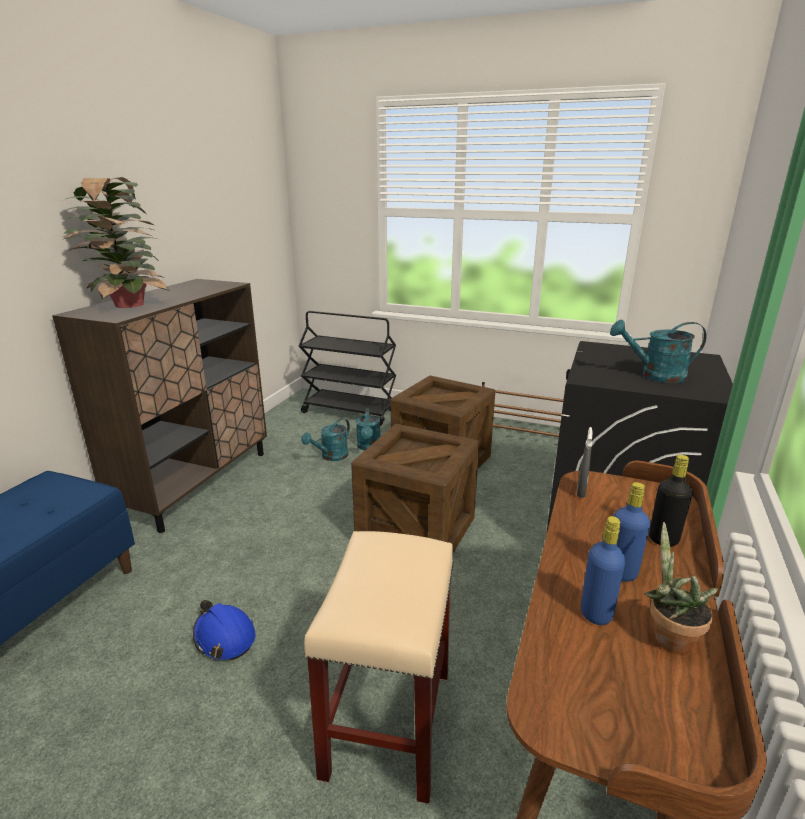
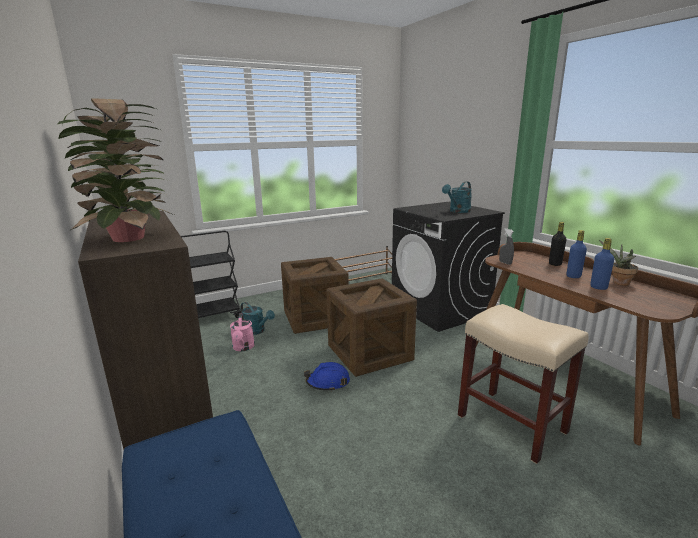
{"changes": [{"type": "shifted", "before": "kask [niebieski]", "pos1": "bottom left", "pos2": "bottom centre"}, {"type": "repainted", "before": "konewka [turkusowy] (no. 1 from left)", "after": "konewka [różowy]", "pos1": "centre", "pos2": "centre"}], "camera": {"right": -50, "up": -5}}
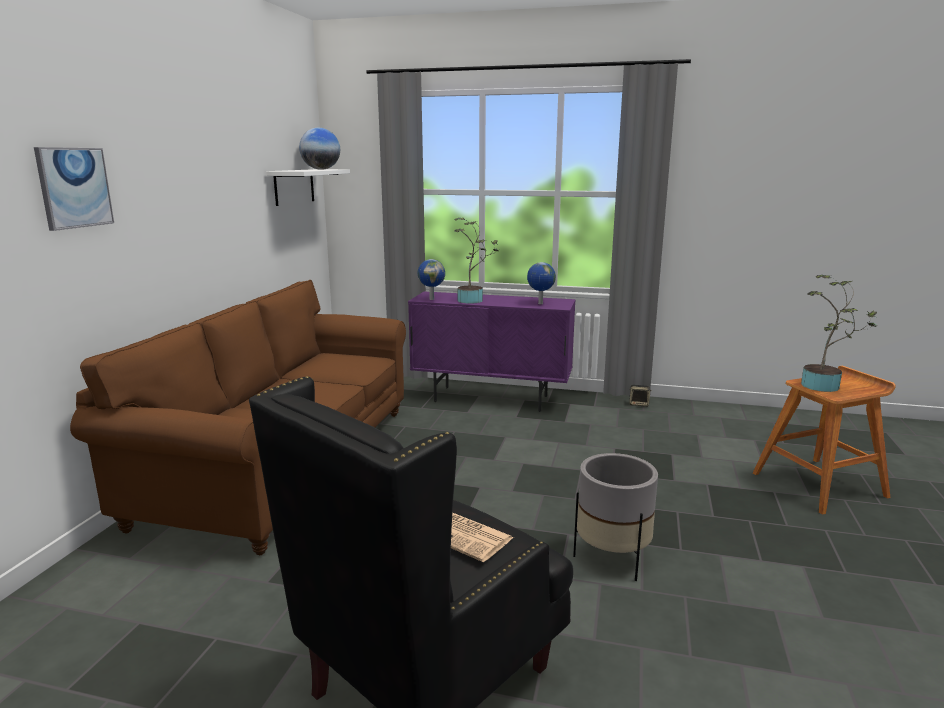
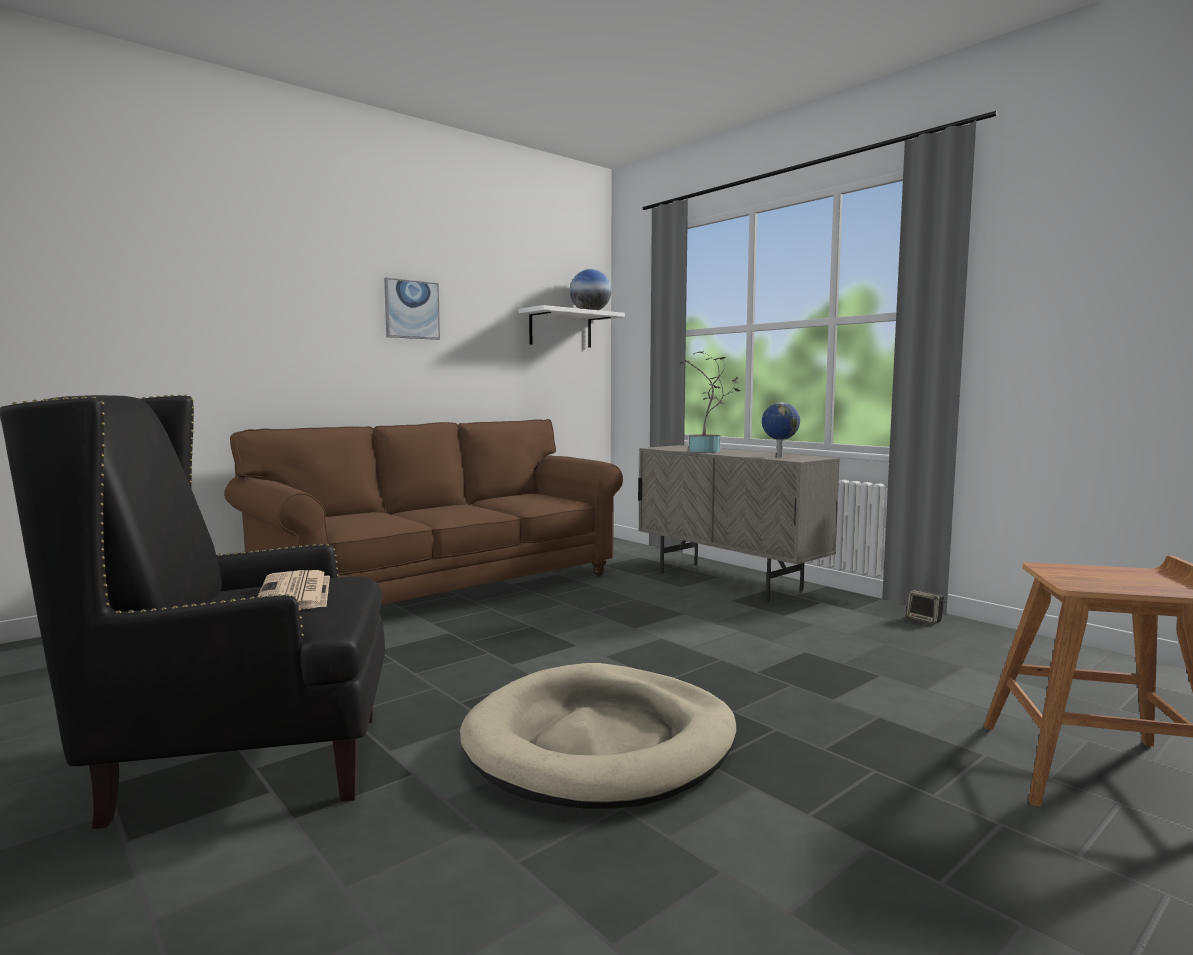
{"changes": [{"type": "gone", "before": "globus (no. 2 from left)", "pos1": "centre"}, {"type": "gone", "before": "roślina doniczkowa (no. 2 from left)", "pos1": "middle right"}, {"type": "shifted", "before": "obraz", "pos1": "top left", "pos2": "top centre"}, {"type": "swapped", "before": "donica [szary]", "after": "legowisko [beżowy]", "pos1": "bottom centre", "pos2": "bottom centre"}, {"type": "repainted", "before": "szafka [fioletowy]", "after": "szafka [beżowy]", "pos1": "centre", "pos2": "centre"}], "camera": {"right": 35, "up": -10}}
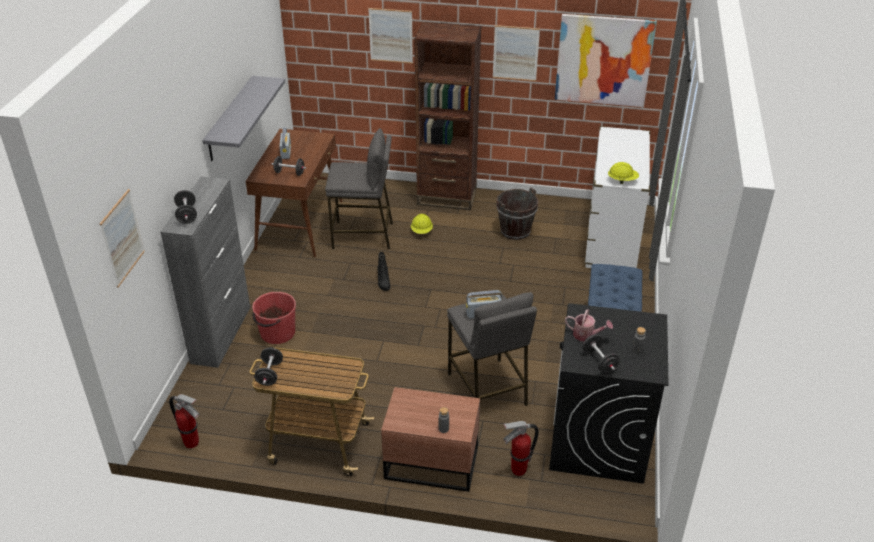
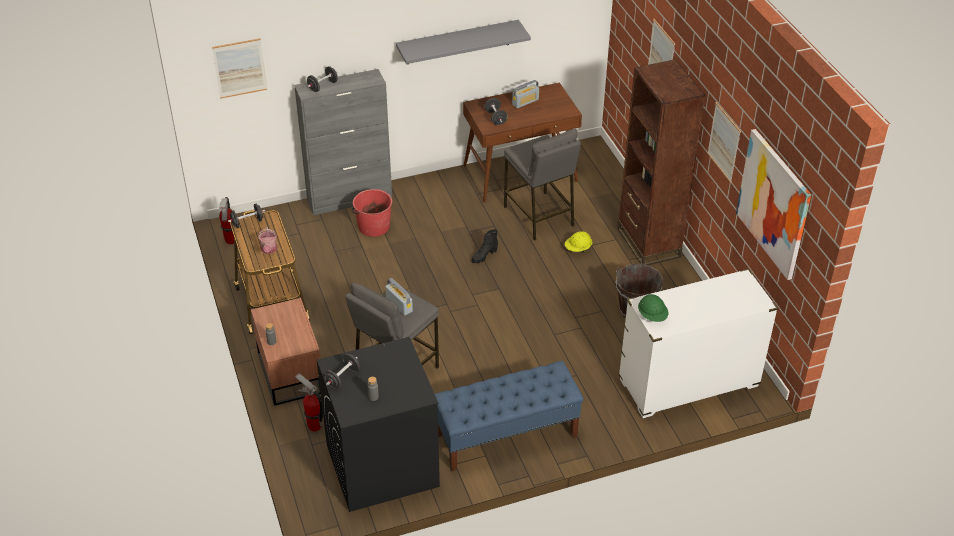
{"changes": [{"type": "shifted", "before": "konewka", "pos1": "middle right", "pos2": "middle left"}, {"type": "repainted", "before": "kask [żółty] (no. 2 from left)", "after": "kask [zielony]", "pos1": "top right", "pos2": "middle right"}], "camera": {"right": 60, "up": 5}}
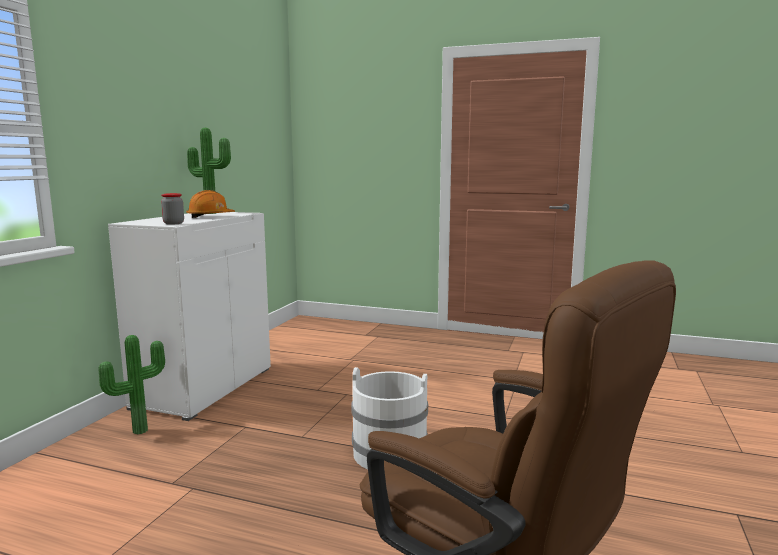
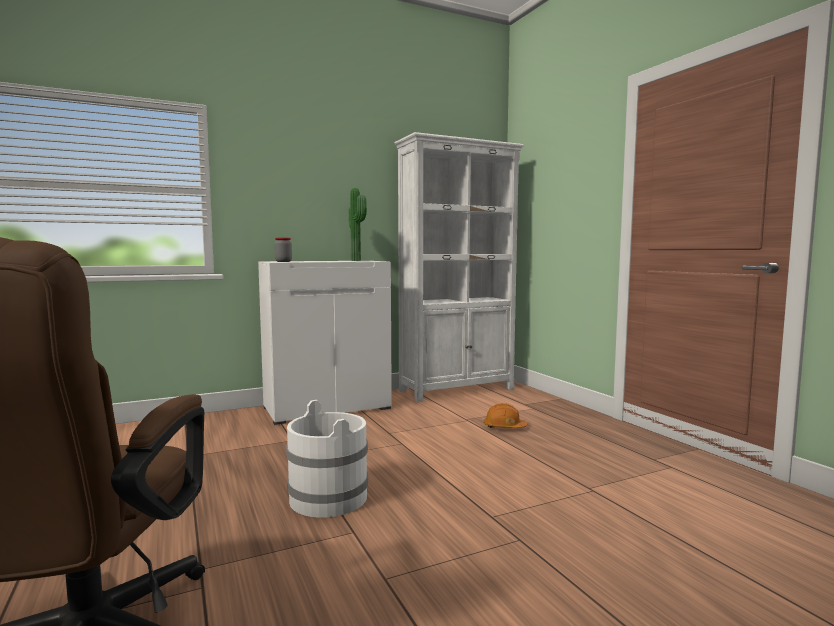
{"changes": [{"type": "gone", "before": "roślina doniczkowa (no. 1 from left)", "pos1": "bottom left"}, {"type": "new", "after": "regał [biały]", "pos2": "centre"}, {"type": "shifted", "before": "kask [pomarańczowy]", "pos1": "middle left", "pos2": "centre"}], "camera": {"right": 45, "up": -5}}
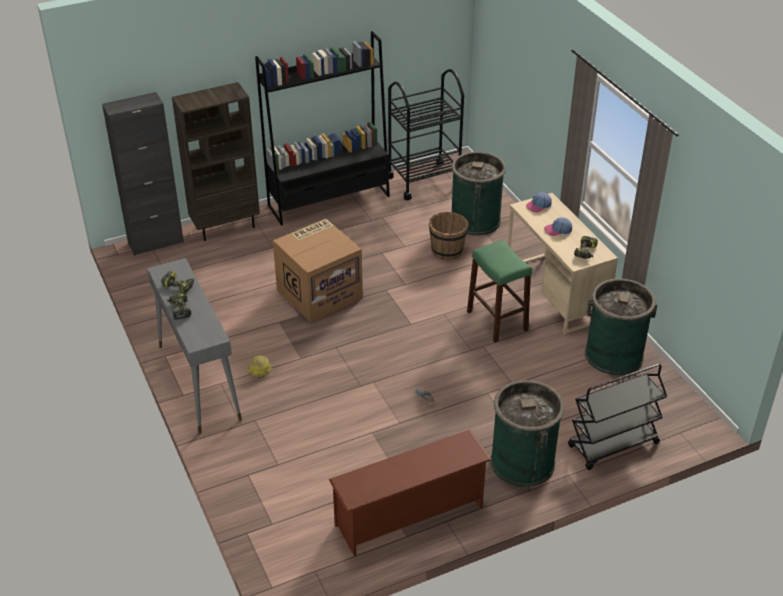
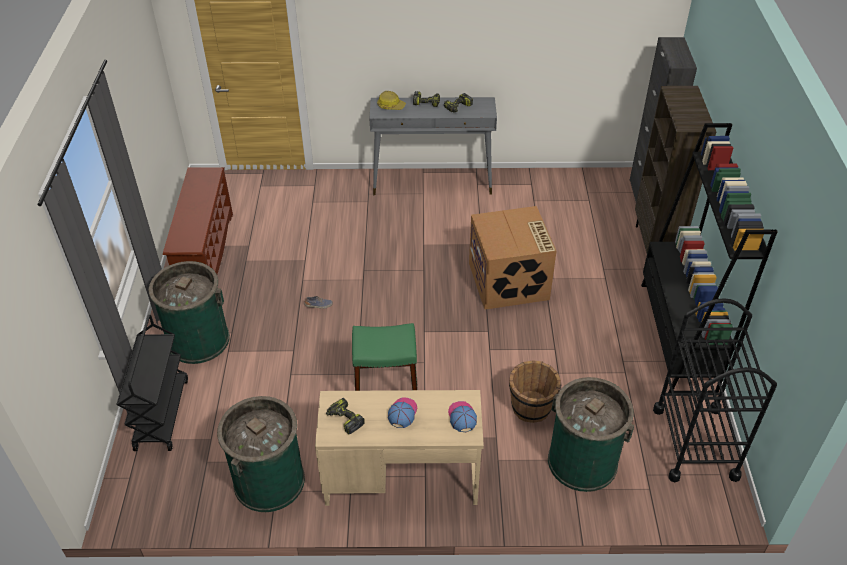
{"changes": [{"type": "shifted", "before": "kask", "pos1": "middle left", "pos2": "top centre"}], "camera": {"right": 115, "up": 5}}
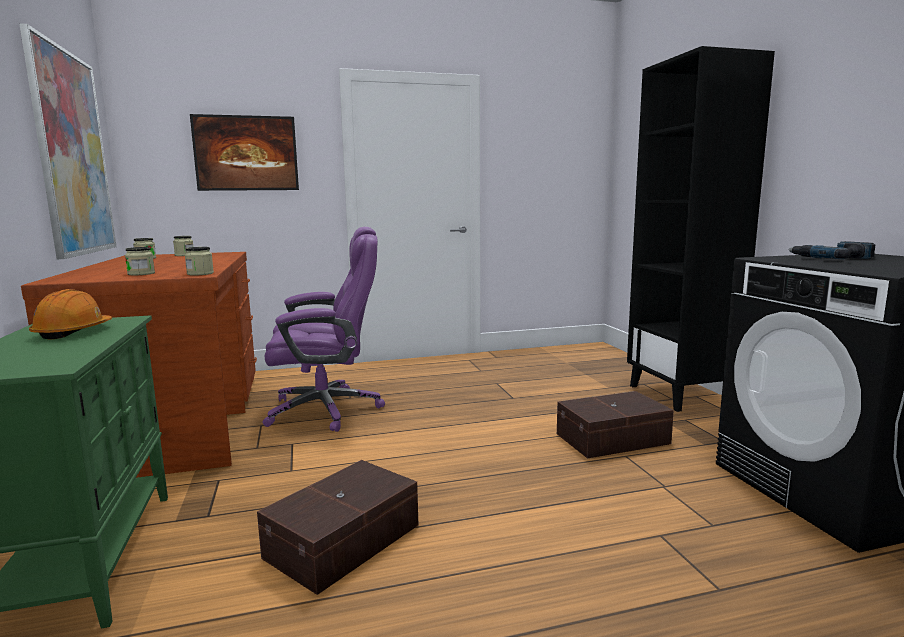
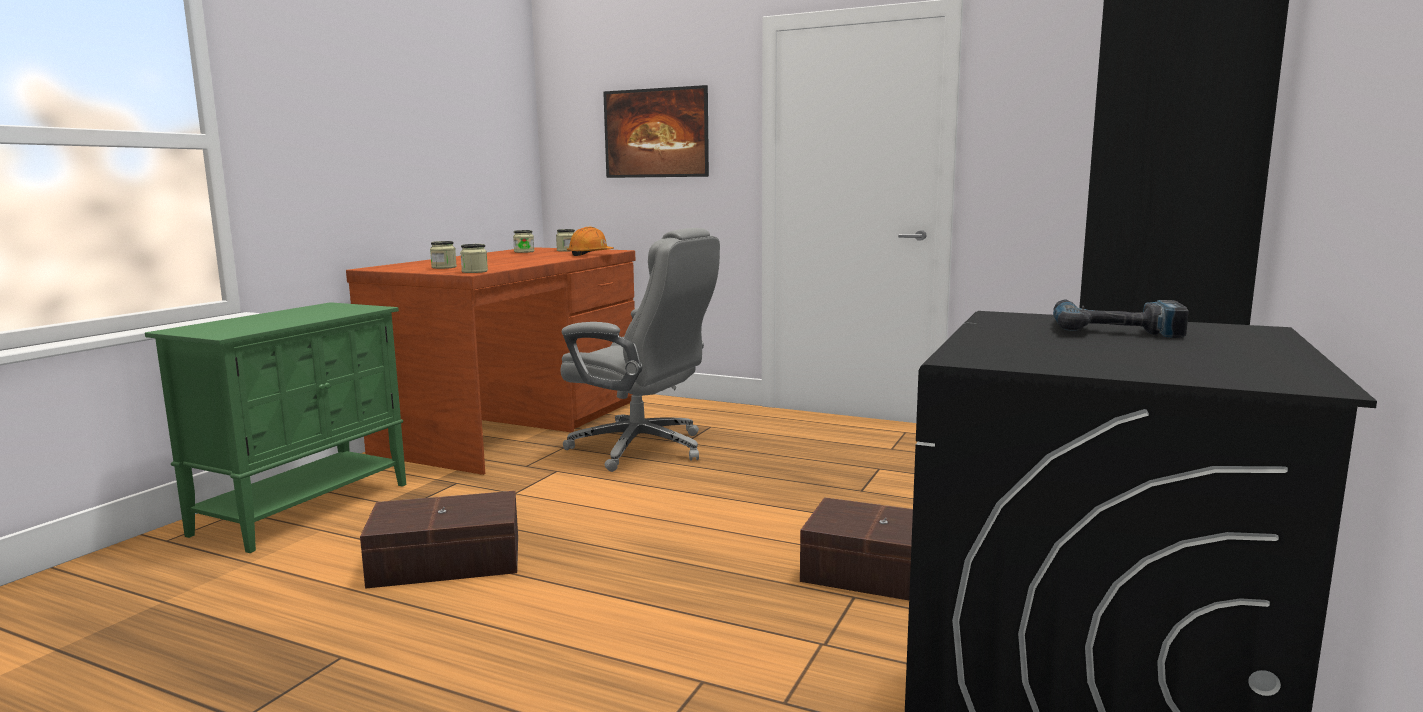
{"changes": [{"type": "gone", "before": "obraz (no. 1 from left)", "pos1": "top left"}, {"type": "shifted", "before": "kask [pomarańczowy]", "pos1": "middle left", "pos2": "centre"}, {"type": "repainted", "before": "krzesło biurowe [fioletowy]", "after": "krzesło biurowe [szary]", "pos1": "centre", "pos2": "centre"}], "camera": {"right": 40, "up": 0}}
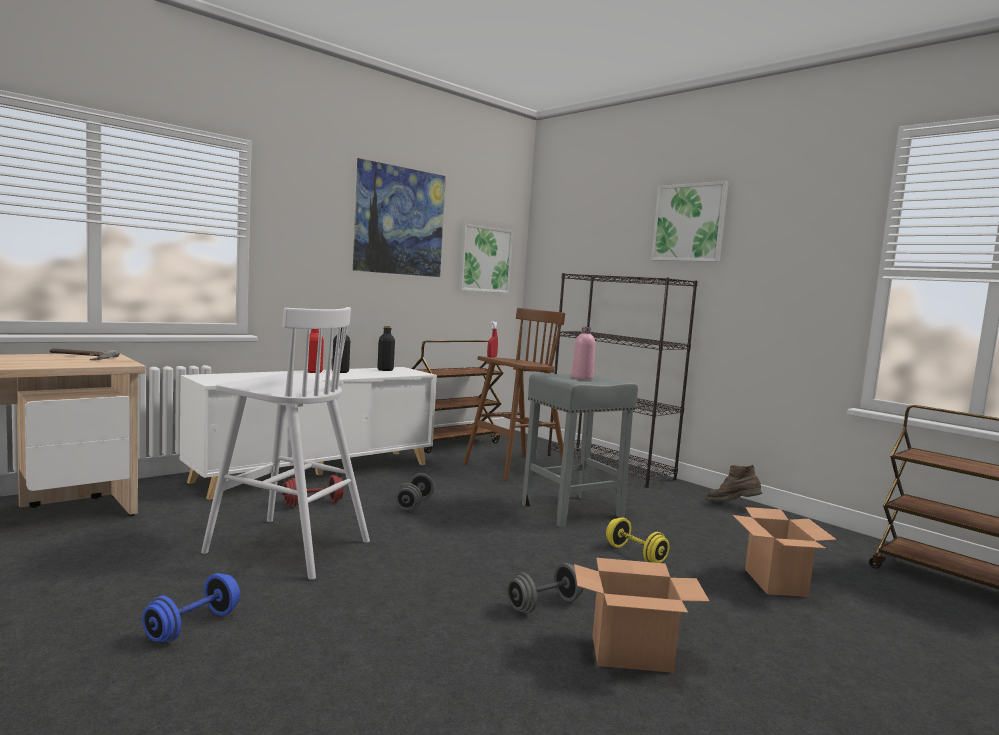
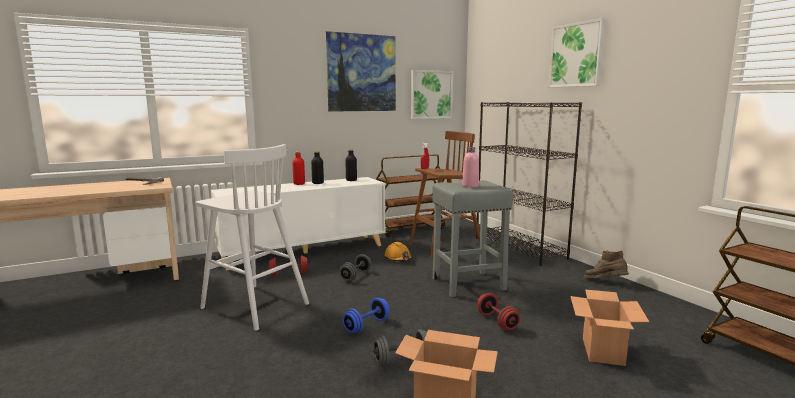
{"changes": [{"type": "new", "after": "kask [pomarańczowy]", "pos2": "centre"}, {"type": "shifted", "before": "hantel [niebieski]", "pos1": "bottom left", "pos2": "bottom centre"}, {"type": "repainted", "before": "hantel [żółty]", "after": "hantel [czerwony] (no. 2 from left)", "pos1": "bottom centre", "pos2": "bottom centre"}], "camera": {"right": 15, "up": 5}}
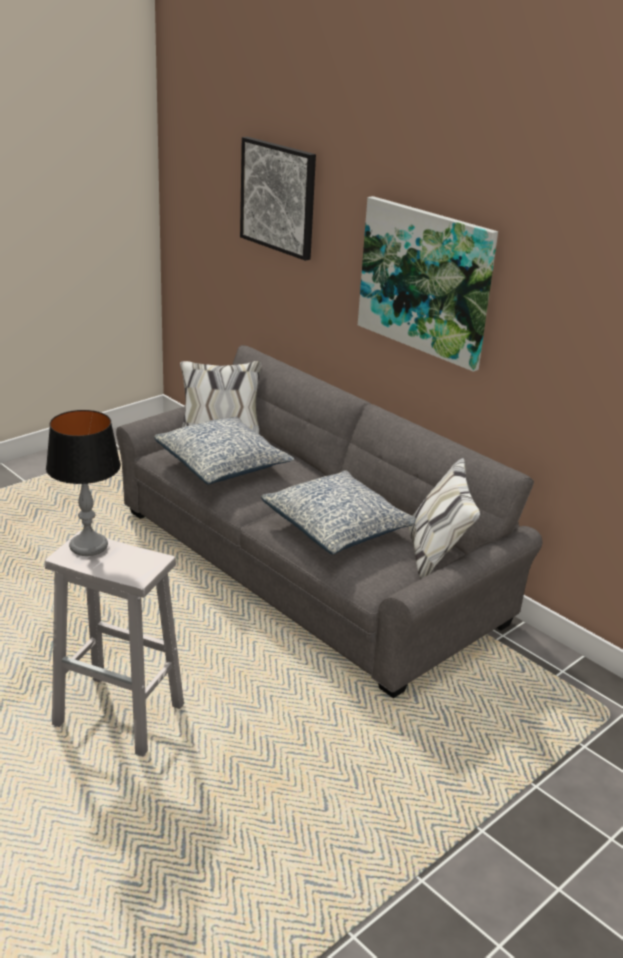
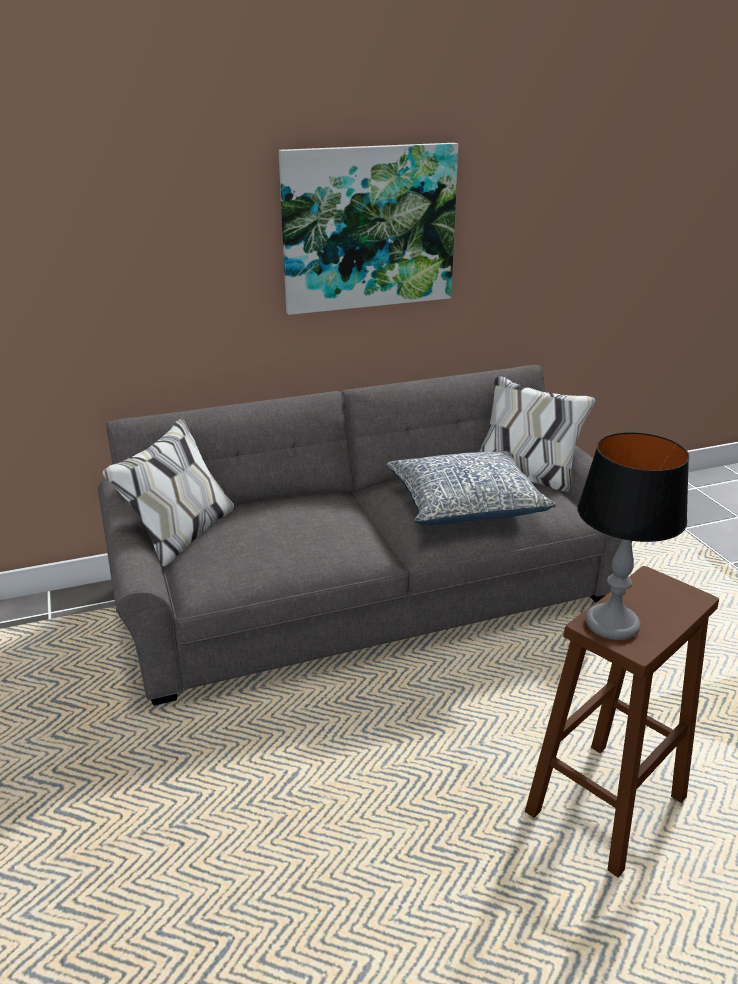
{"changes": [{"type": "gone", "before": "poduszka (no. 1 from left)", "pos1": "centre"}, {"type": "gone", "before": "obraz (no. 1 from left)", "pos1": "top centre"}, {"type": "repainted", "before": "stołek [biały]", "after": "stołek [brązowy]", "pos1": "bottom left", "pos2": "bottom right"}], "camera": {"right": -65, "up": 0}}
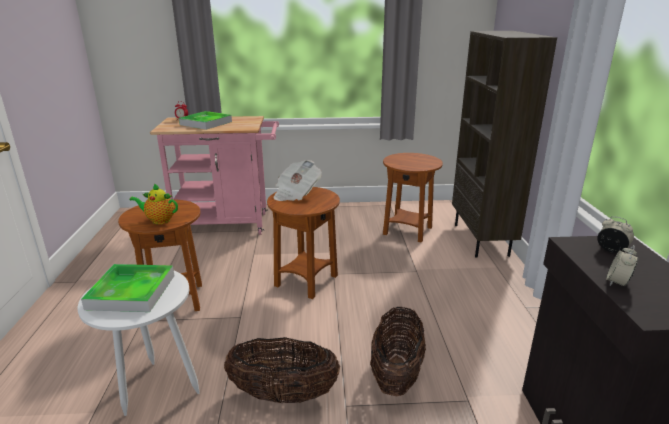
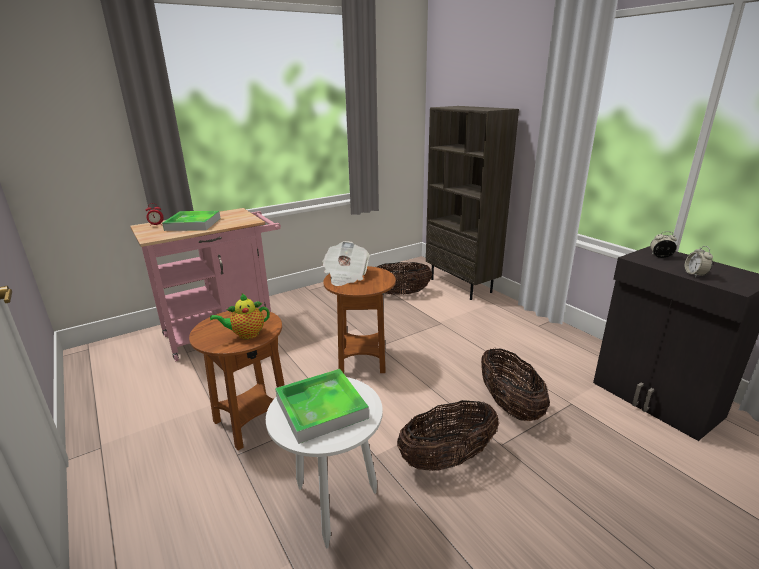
{"changes": [{"type": "swapped", "before": "stolik [brązowy] (no. 3 from left)", "after": "koszyk (no. 1 from left)", "pos1": "centre", "pos2": "centre"}], "camera": {"right": -30, "up": 0}}
